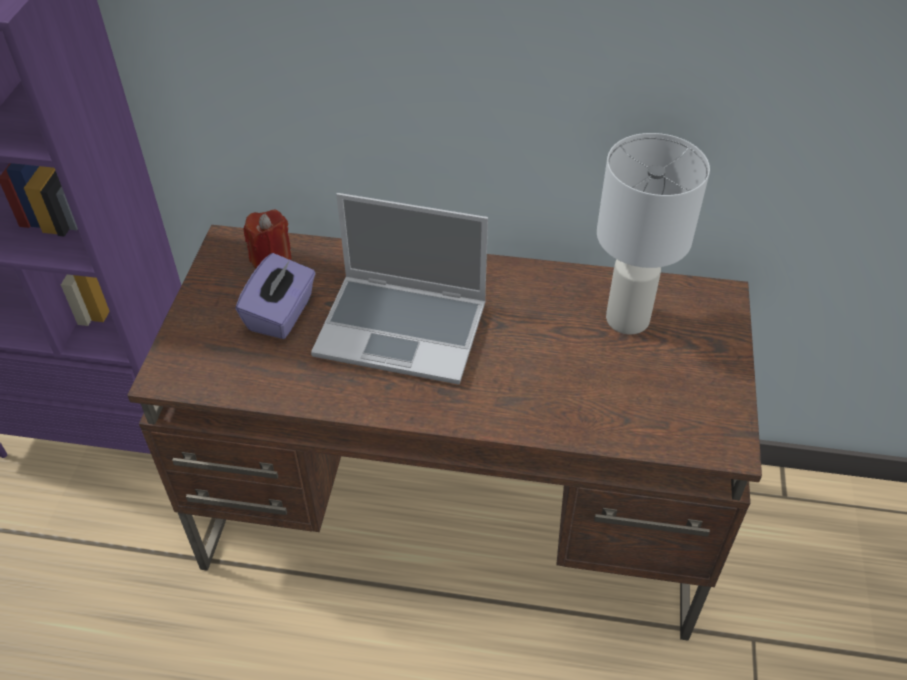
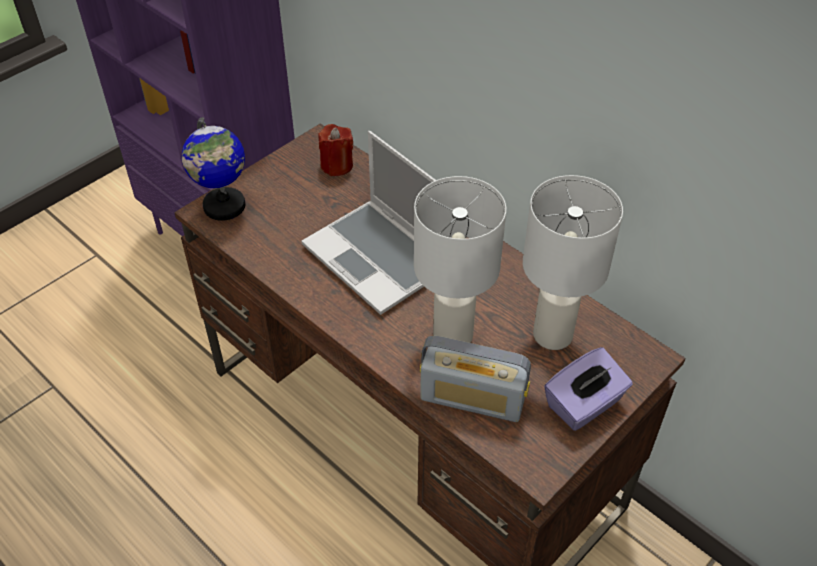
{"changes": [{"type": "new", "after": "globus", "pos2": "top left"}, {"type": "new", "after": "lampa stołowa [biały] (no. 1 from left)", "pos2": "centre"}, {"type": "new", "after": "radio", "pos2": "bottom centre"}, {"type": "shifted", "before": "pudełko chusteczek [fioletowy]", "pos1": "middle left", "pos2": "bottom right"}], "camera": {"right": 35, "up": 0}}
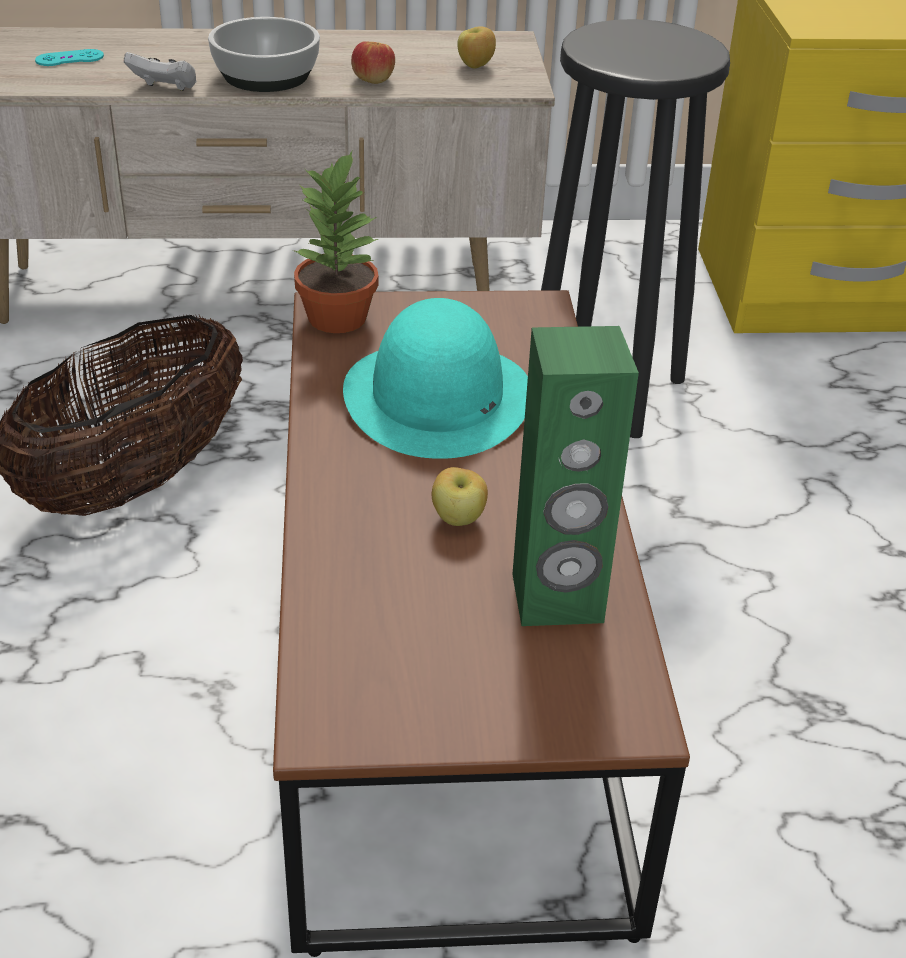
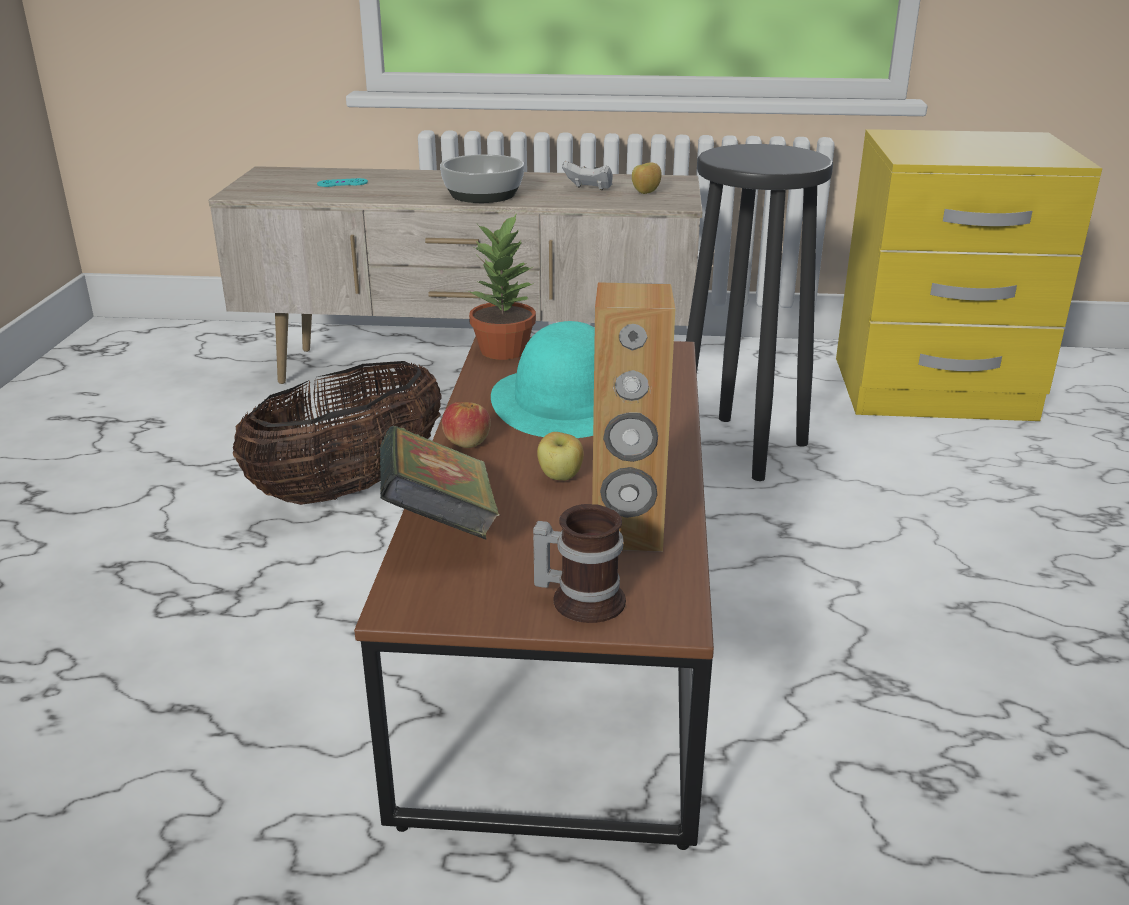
{"changes": [{"type": "new", "after": "książka", "pos2": "centre"}, {"type": "new", "after": "kubek", "pos2": "centre"}, {"type": "shifted", "before": "pad do gier [biały]", "pos1": "top left", "pos2": "top centre"}, {"type": "shifted", "before": "jabłko (no. 1 from left)", "pos1": "top centre", "pos2": "centre"}, {"type": "repainted", "before": "głośnik [zielony]", "after": "głośnik [brązowy]", "pos1": "centre", "pos2": "centre"}], "camera": {"right": 10, "up": -10}}
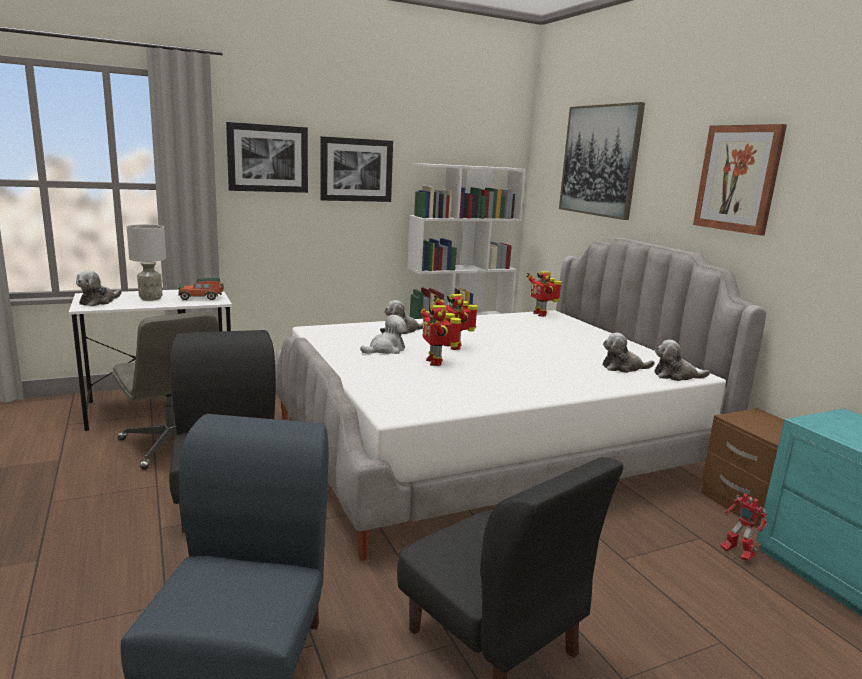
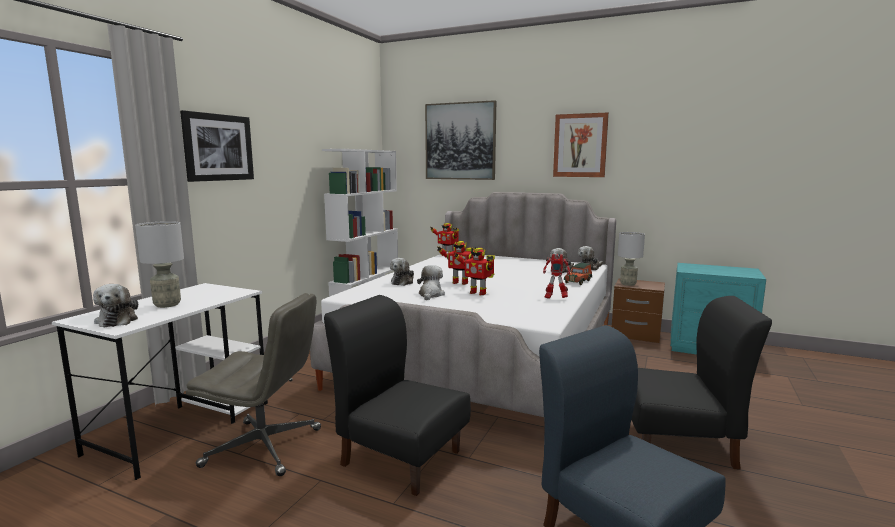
{"changes": [{"type": "gone", "before": "obraz (no. 2 from left)", "pos1": "top centre"}, {"type": "new", "after": "lampa stołowa [szary] (no. 2 from left)", "pos2": "middle right"}, {"type": "shifted", "before": "samochodzik", "pos1": "middle left", "pos2": "centre"}, {"type": "shifted", "before": "robot zabawkowy (no. 4 from left)", "pos1": "bottom right", "pos2": "centre"}], "camera": {"right": -40, "up": -5}}
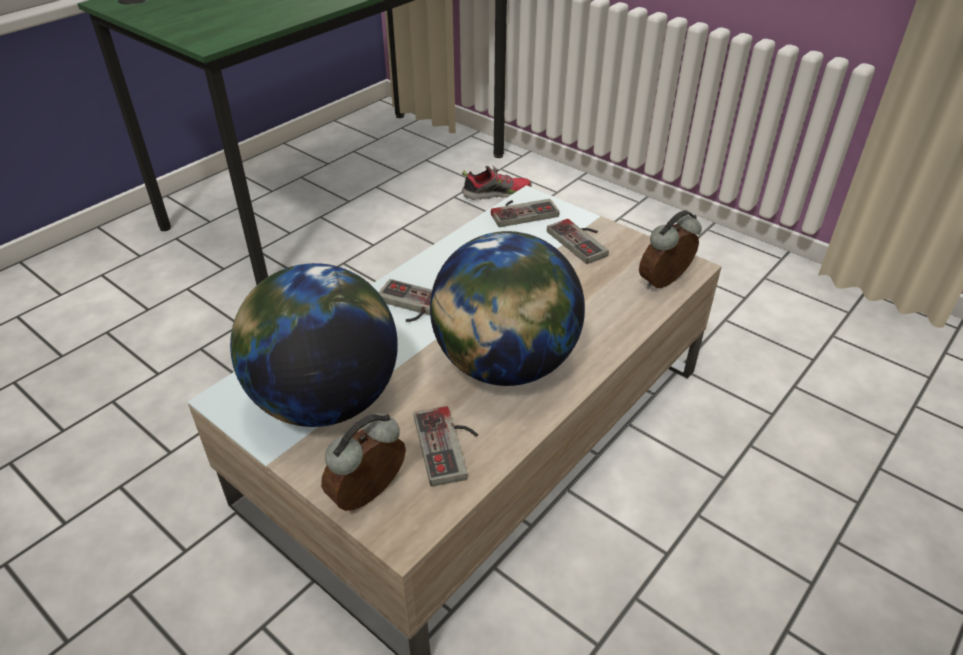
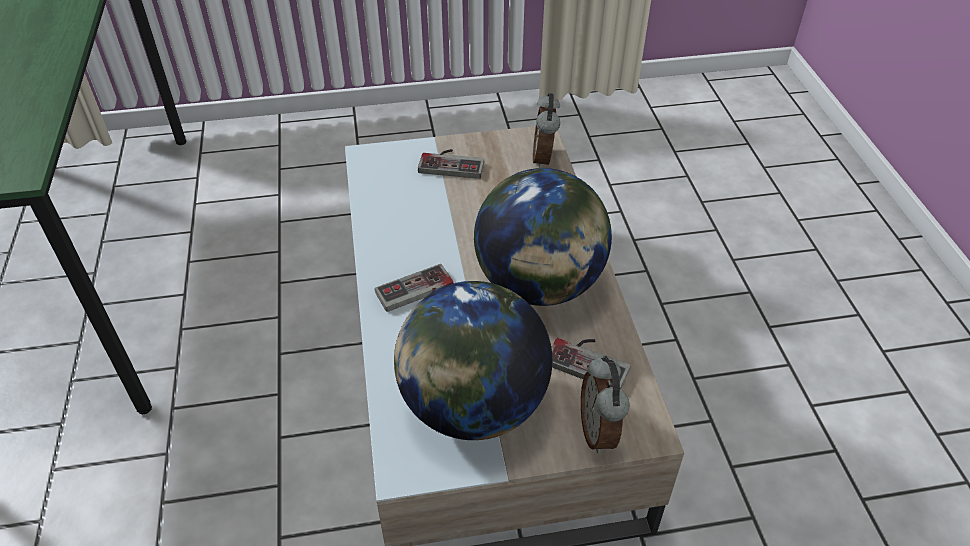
{"changes": [{"type": "gone", "before": "but", "pos1": "top centre"}, {"type": "gone", "before": "pad do gier (no. 3 from left)", "pos1": "top centre"}], "camera": {"right": -50, "up": 5}}
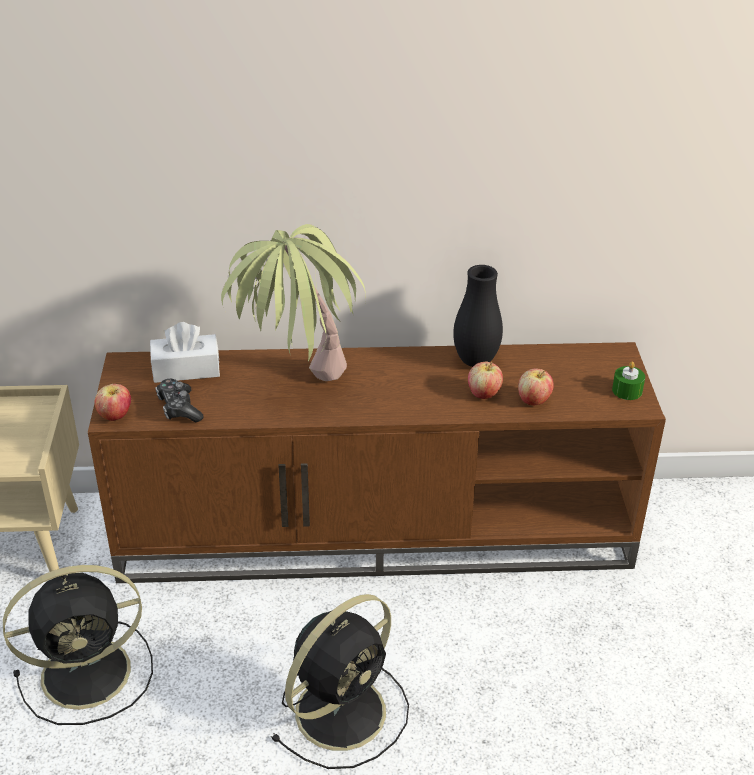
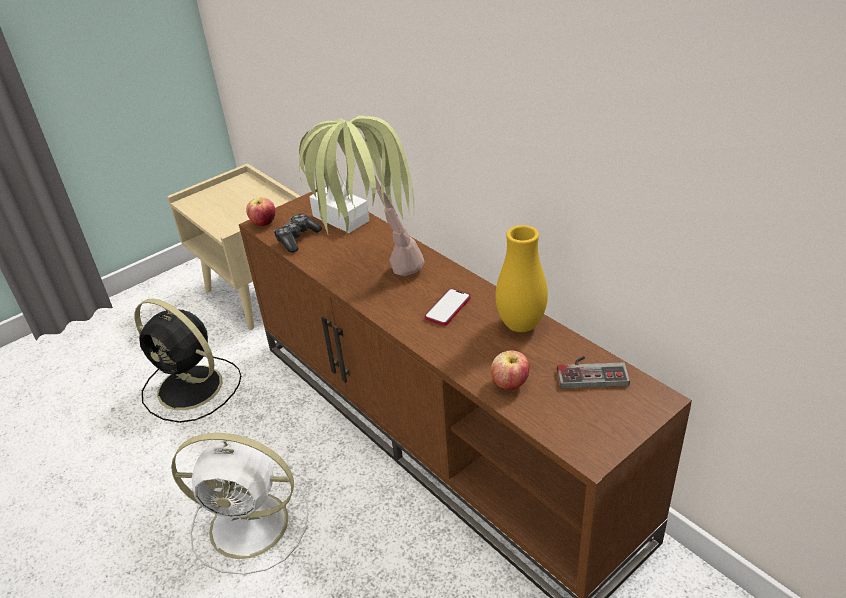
{"changes": [{"type": "gone", "before": "jabłko (no. 2 from left)", "pos1": "centre"}, {"type": "gone", "before": "świeca [zielony]", "pos1": "middle right"}, {"type": "new", "after": "telefon", "pos2": "centre"}, {"type": "new", "after": "pad do gier (no. 2 from left)", "pos2": "middle right"}, {"type": "repainted", "before": "wentylator [czarny] (no. 2 from left)", "after": "wentylator [biały]", "pos1": "bottom centre", "pos2": "bottom left"}, {"type": "repainted", "before": "wazon [czarny]", "after": "wazon [żółty]", "pos1": "centre", "pos2": "centre"}], "camera": {"right": 55, "up": 0}}
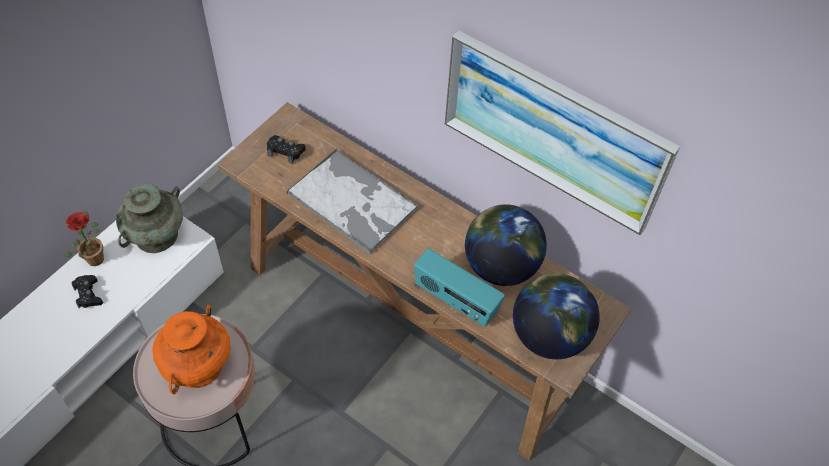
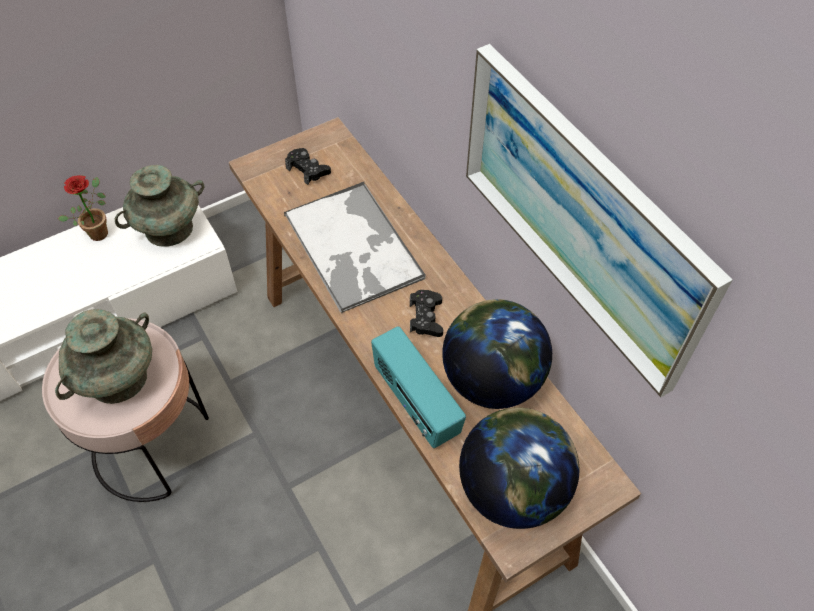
{"changes": [{"type": "shifted", "before": "pad do gier [czarny] (no. 1 from left in the first image)", "after": "pad do gier [czarny] (no. 2 from left)", "pos1": "middle left", "pos2": "centre"}, {"type": "repainted", "before": "wazon [pomarańczowy]", "after": "wazon [turkusowy] (no. 1 from left)", "pos1": "bottom left", "pos2": "middle left"}], "camera": {"right": 25, "up": 0}}
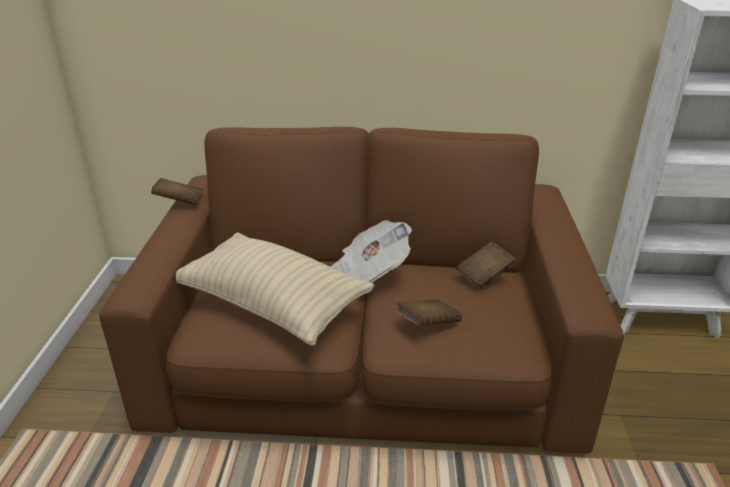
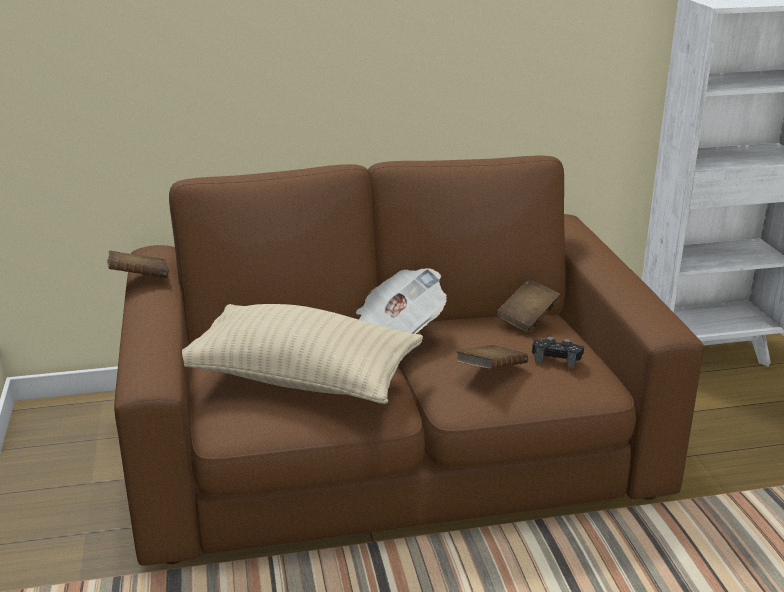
{"changes": [{"type": "new", "after": "pad do gier [czarny]", "pos2": "middle right"}], "camera": {"right": -15, "up": -5}}
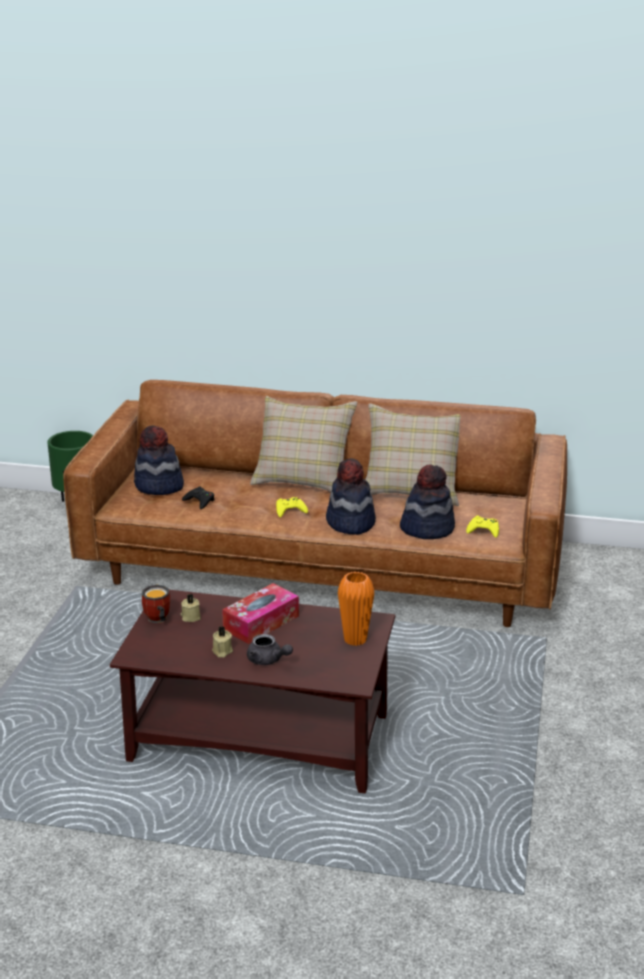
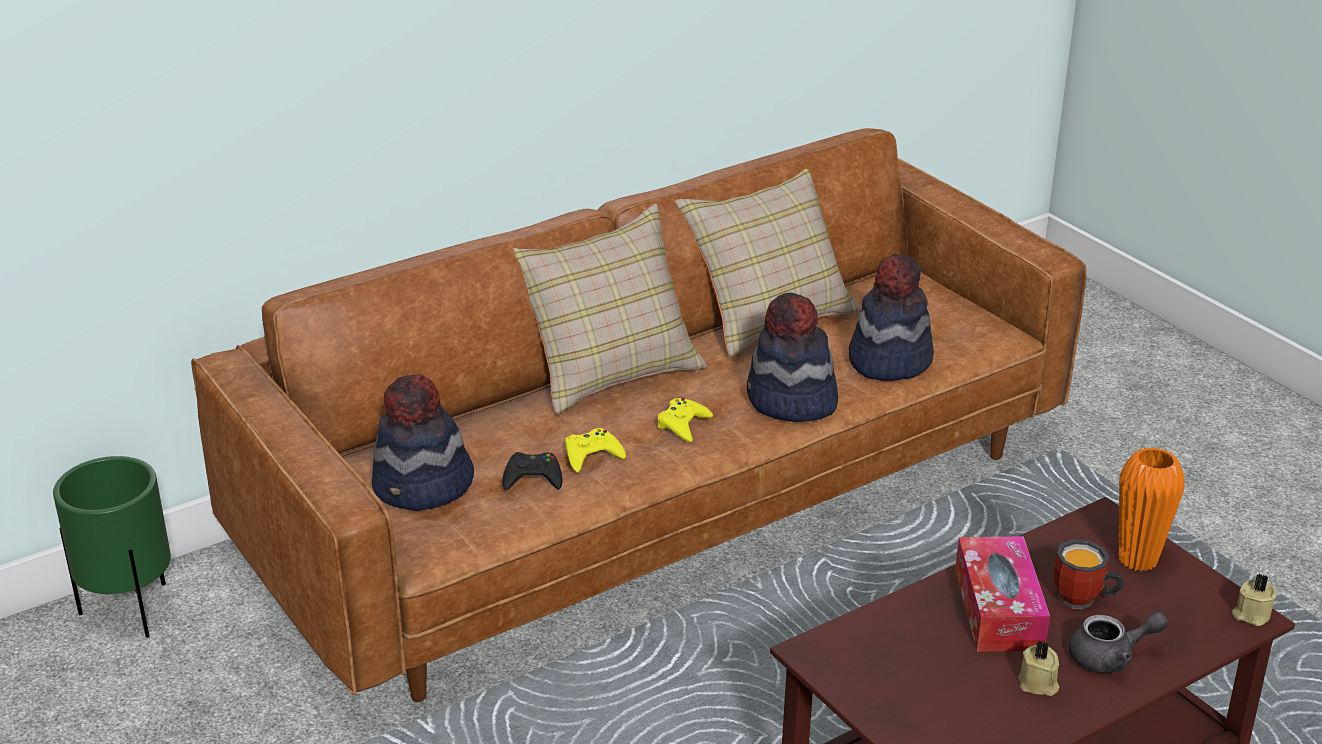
{"changes": [{"type": "shifted", "before": "kubek", "pos1": "middle left", "pos2": "bottom right"}, {"type": "shifted", "before": "świeca [beżowy] (no. 1 from left in the first image)", "after": "świeca [beżowy] (no. 2 from left)", "pos1": "middle left", "pos2": "bottom right"}, {"type": "shifted", "before": "pad do gier [żółty] (no. 2 from left in the first image)", "after": "pad do gier [żółty] (no. 1 from left)", "pos1": "middle right", "pos2": "centre"}], "camera": {"right": -45, "up": 5}}
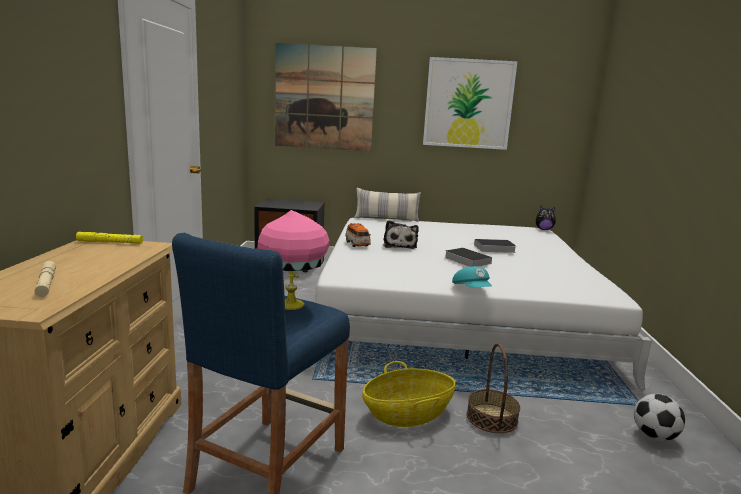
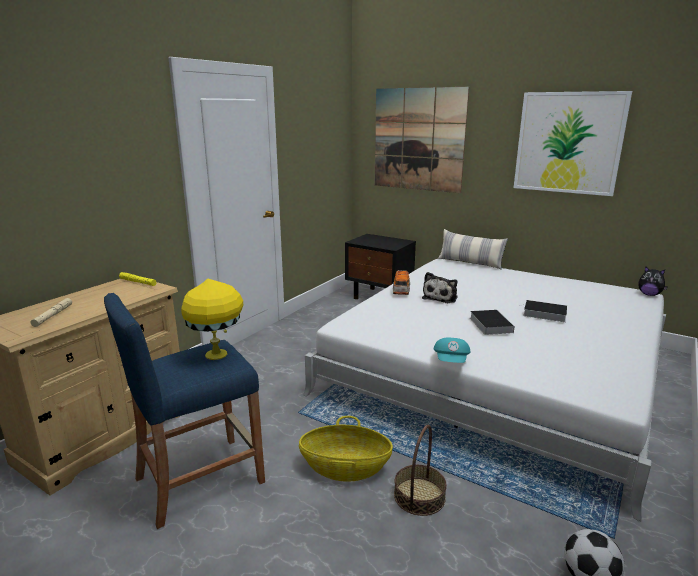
{"changes": [{"type": "repainted", "before": "lampa stołowa [różowy]", "after": "lampa stołowa [żółty]", "pos1": "centre", "pos2": "middle left"}], "camera": {"right": 30, "up": 5}}
